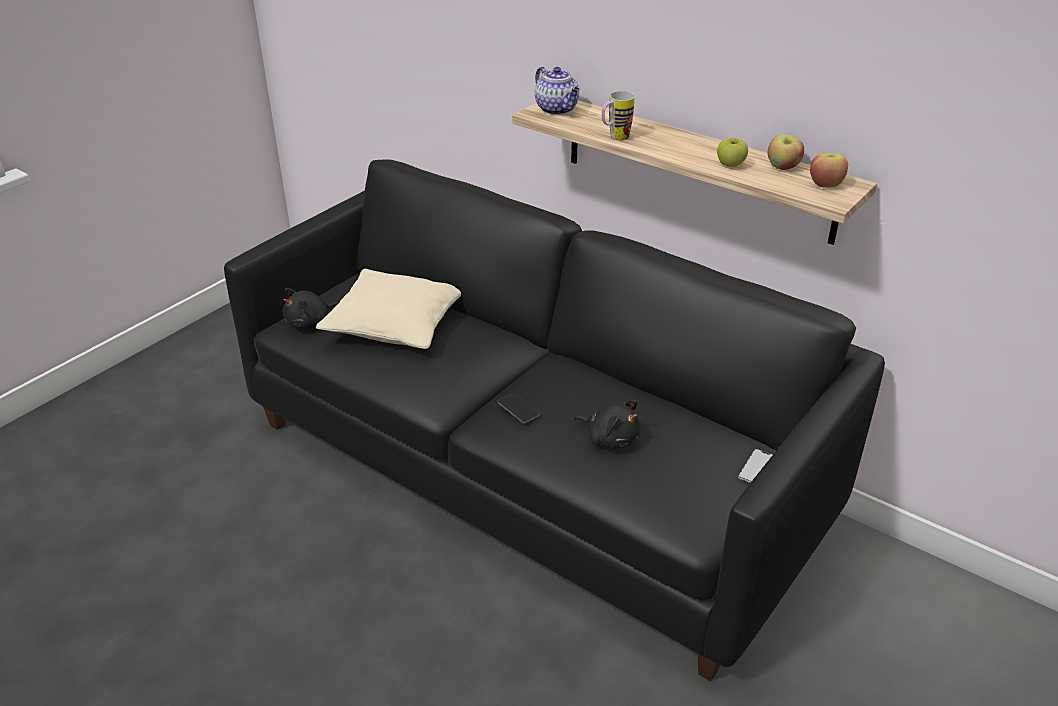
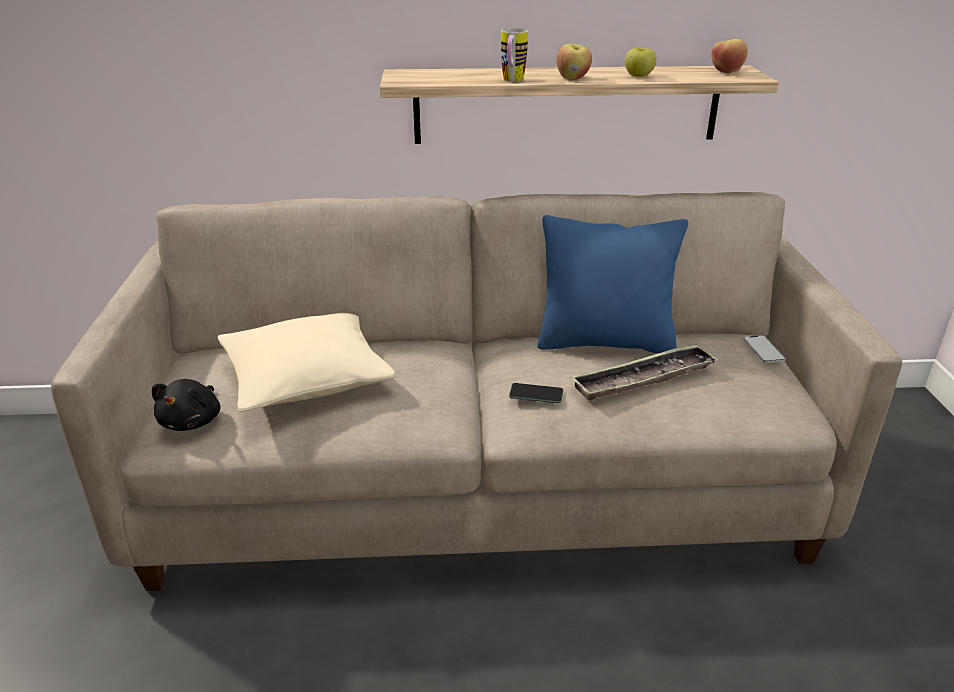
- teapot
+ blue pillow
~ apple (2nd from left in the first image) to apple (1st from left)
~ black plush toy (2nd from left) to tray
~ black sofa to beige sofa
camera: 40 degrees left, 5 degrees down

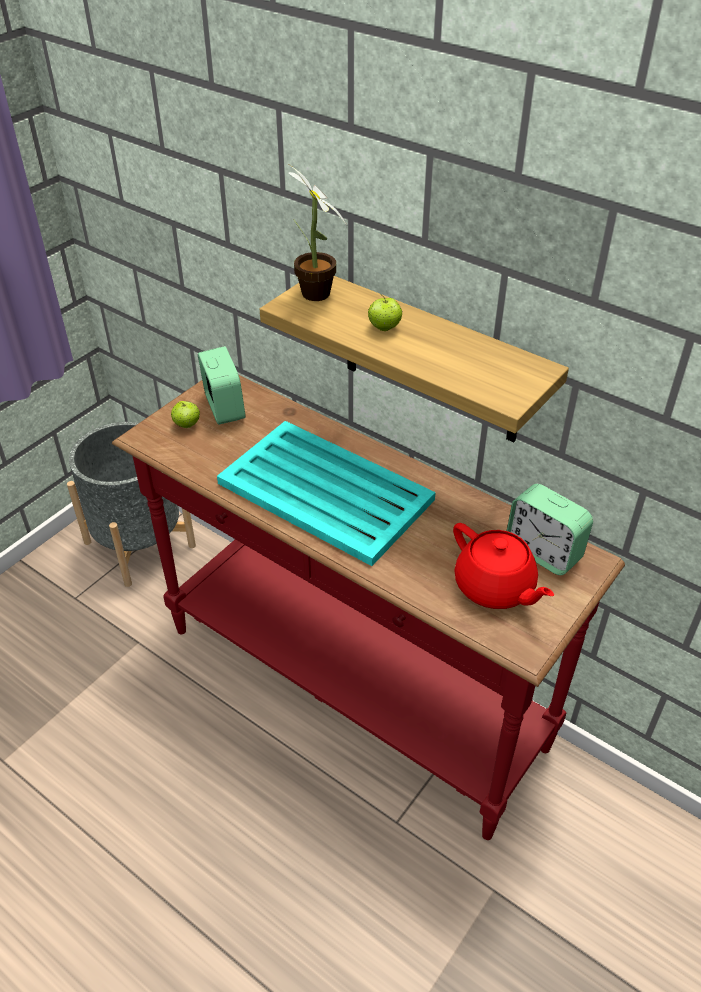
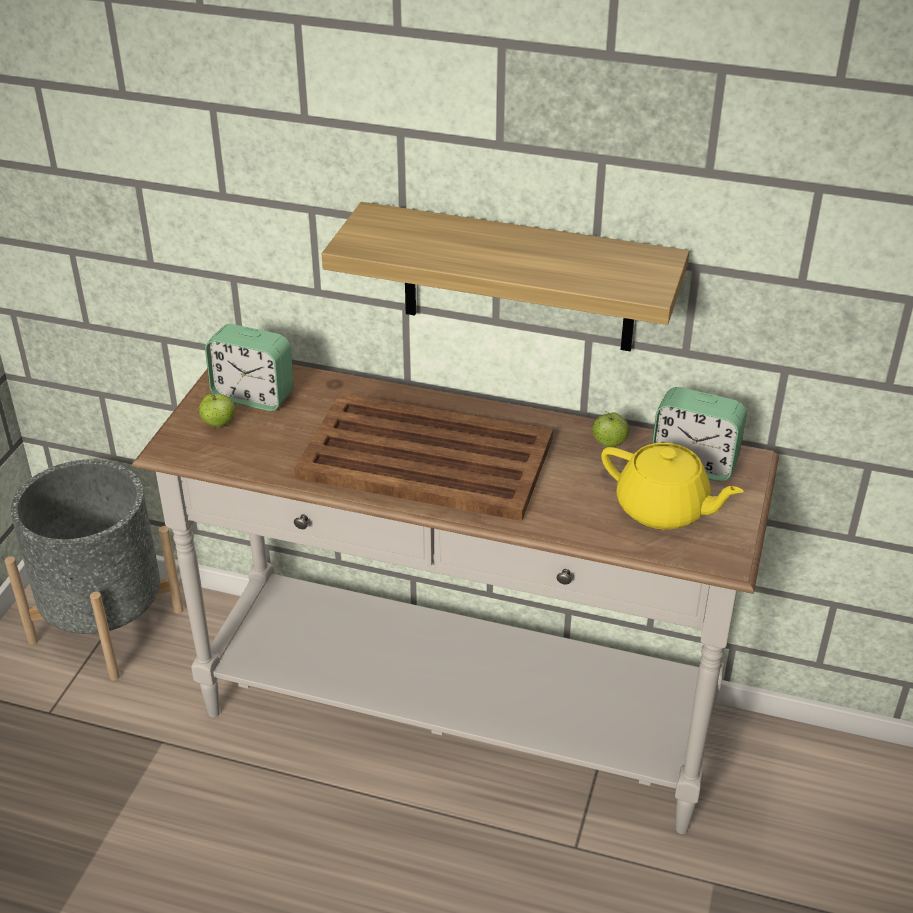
- potted plant
~ apple (2nd from left)
~ red console table to white console table
~ turquoise tray to brown tray
~ red teapot to yellow teapot
~ alarm clock (1st from left) 150 degrees clockwise
camera: 20 degrees left, 5 degrees down

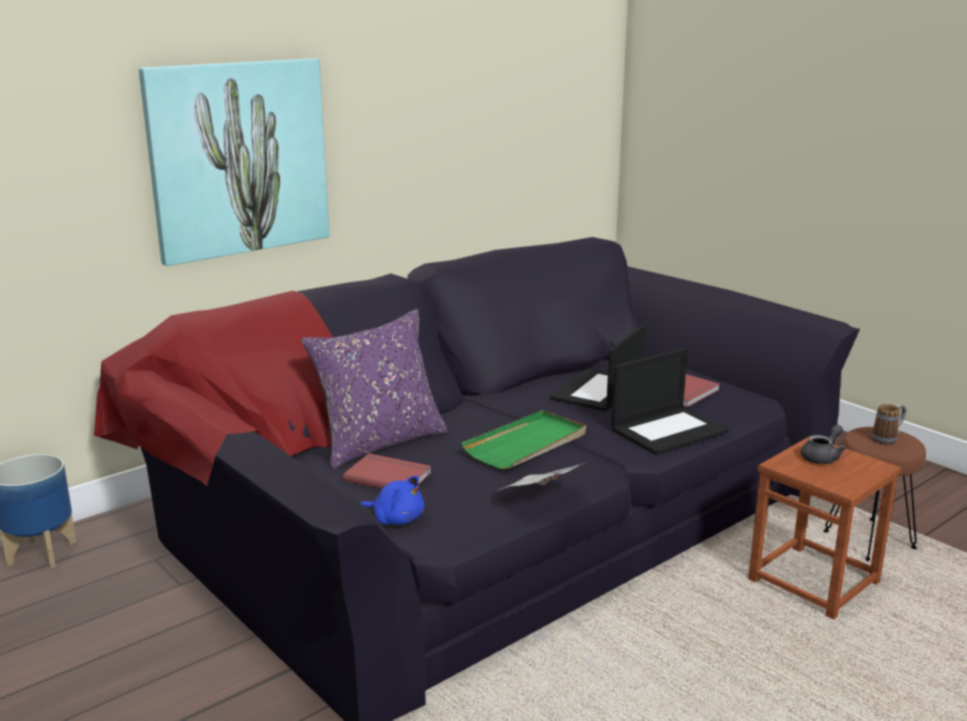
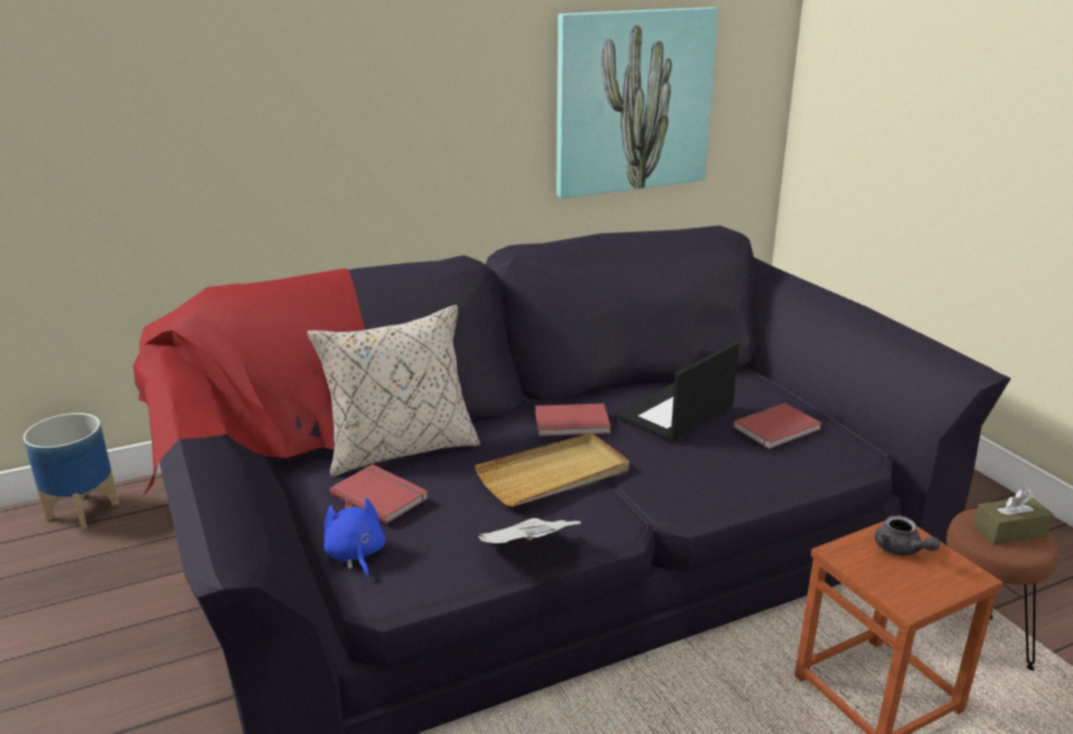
- laptop (2nd from left)
+ red book (2nd from left)
~ picture
~ mug to brown tissue box
~ purple pillow to beige pillow
~ green tray to beige tray
~ blue plush toy 150 degrees counterclockwise
~ grey teapot 90 degrees clockwise
camera: 15 degrees right, 5 degrees up

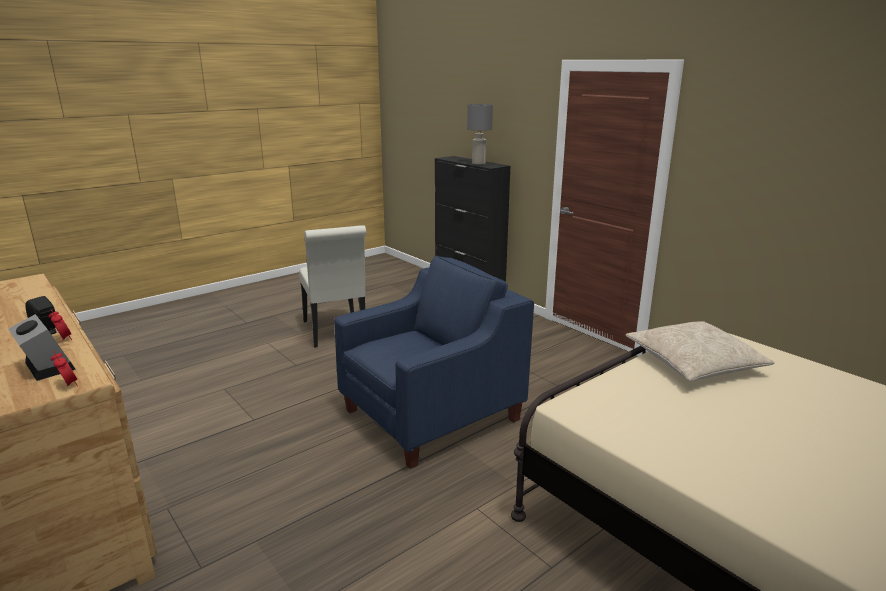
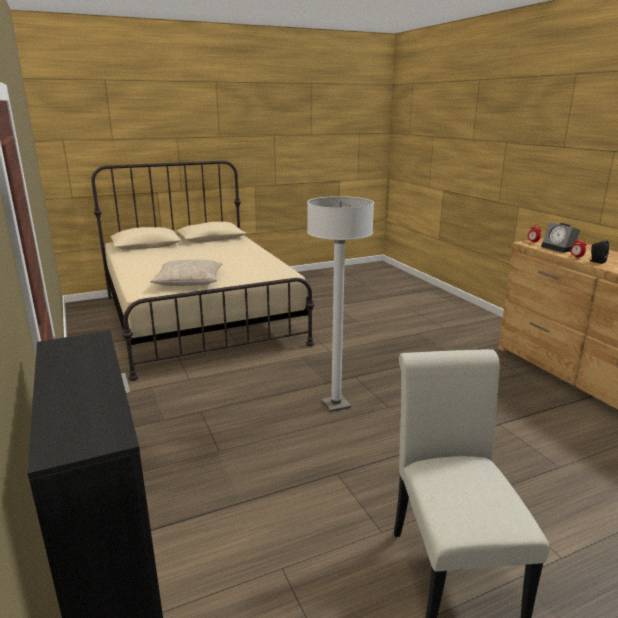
- grey table lamp
~ blue armchair to white floor lamp
camera: 165 degrees left, 0 degrees up

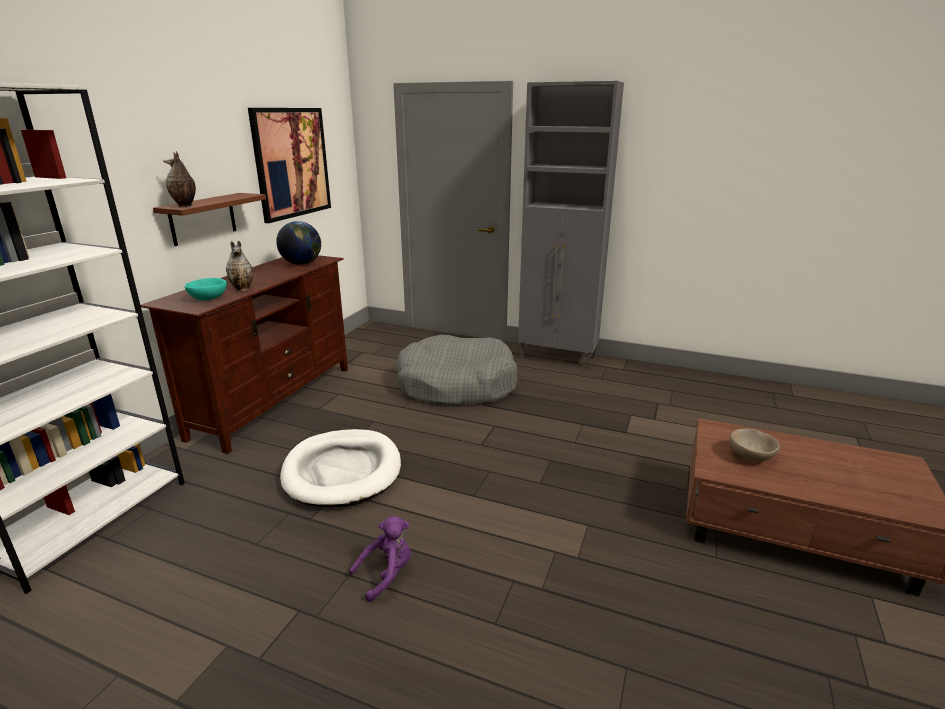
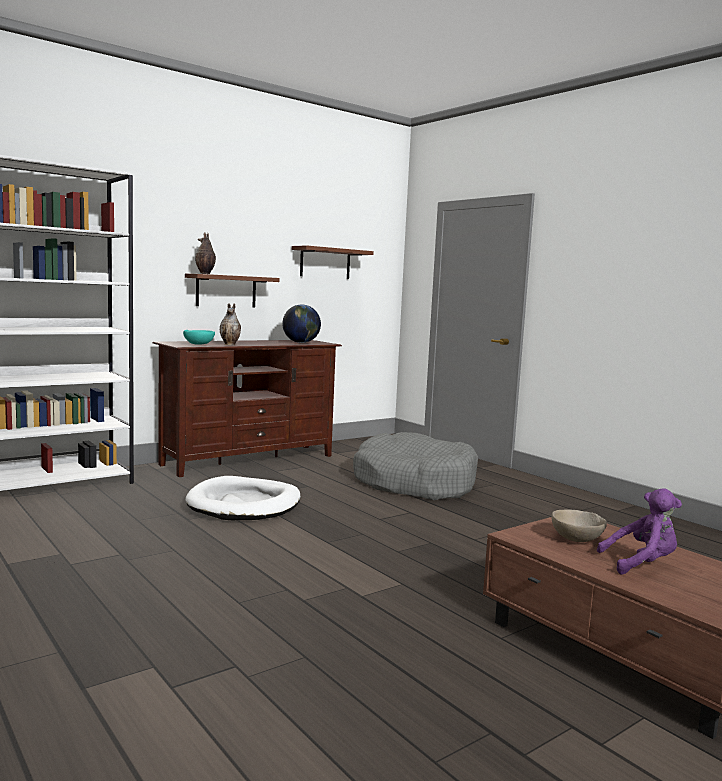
- grey cabinet
~ purple plush toy
~ picture to brown shelf (2nd from left)
camera: 30 degrees right, 15 degrees down

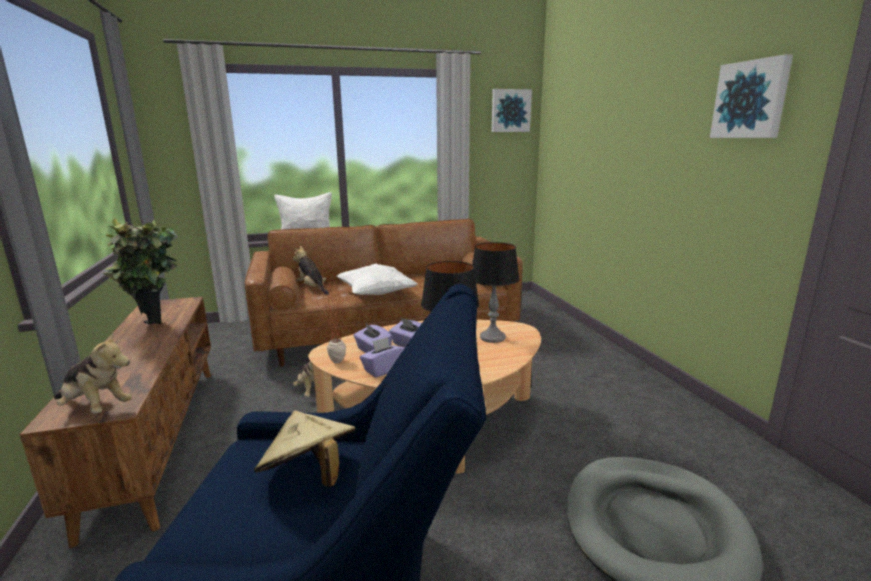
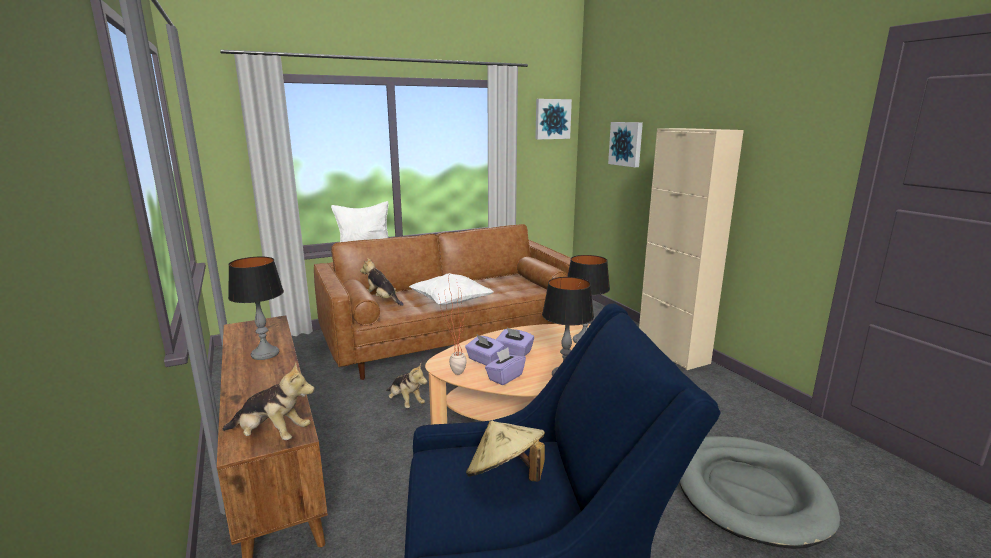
+ beige cabinet
~ picture (2nd from left)
~ potted plant (1st from left) to table lamp (1st from left)
camera: 10 degrees left, 0 degrees up

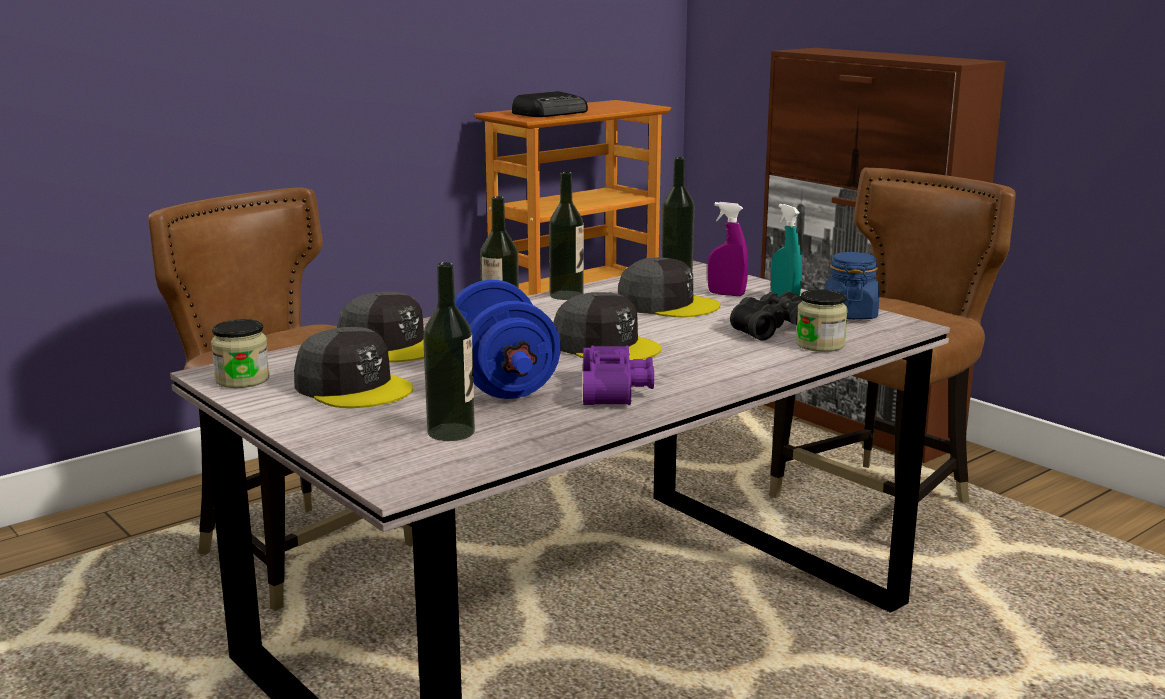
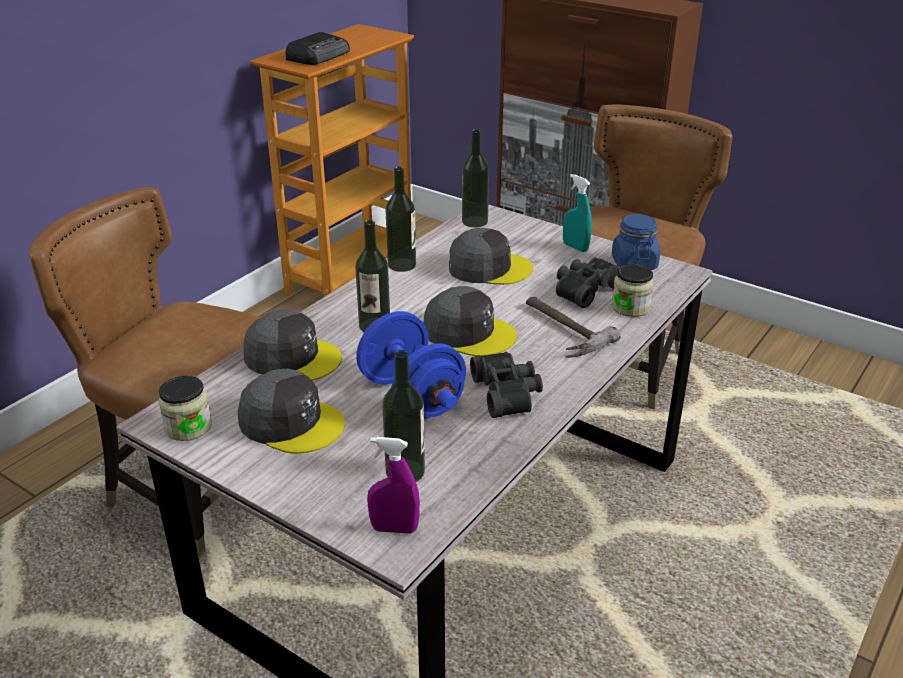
+ hammer
~ purple spray bottle
~ purple binoculars to black binoculars (1st from left)
camera: 15 degrees left, 15 degrees up

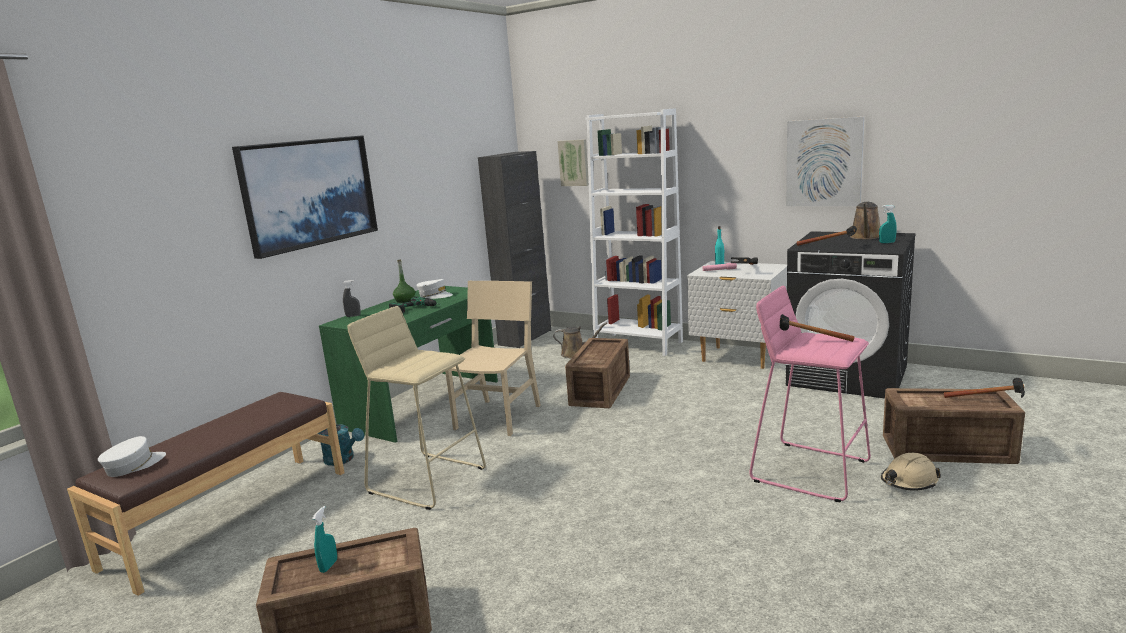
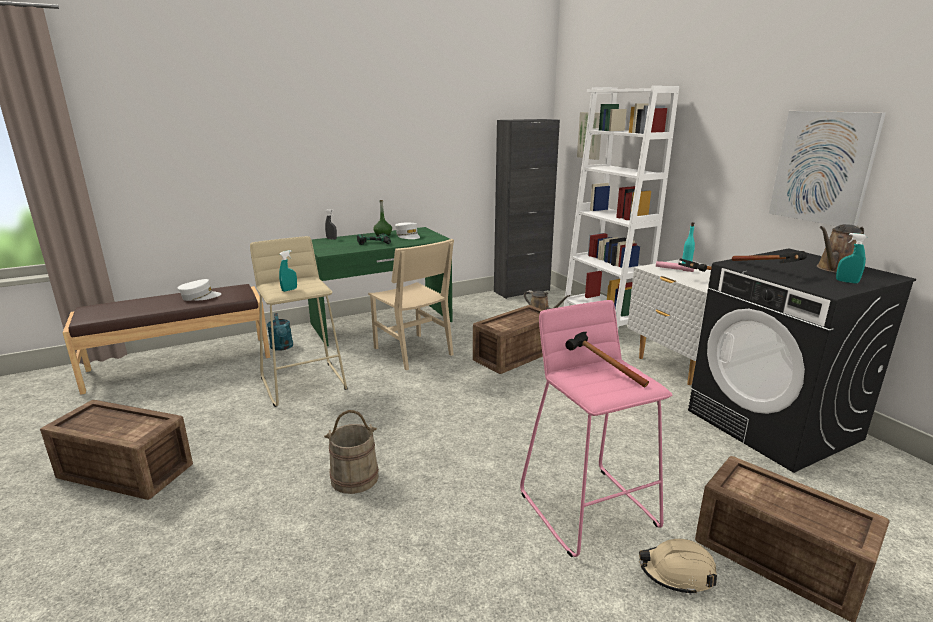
- picture (1st from left)
- hammer (4th from left)
+ beige bucket
~ white cap (1st from left)
~ turquoise spray bottle (1st from left)
~ beige chair 90 degrees clockwise
camera: 30 degrees right, 5 degrees up

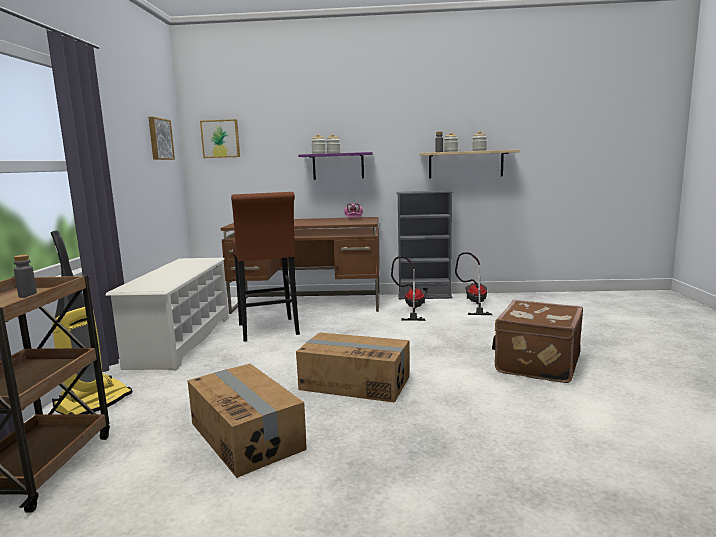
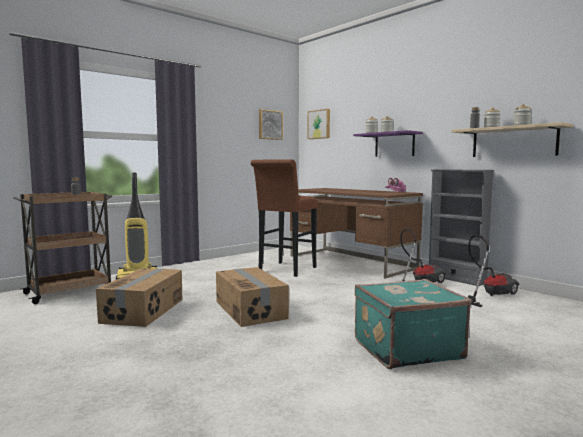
- white shoe rack
~ brown suitcase to turquoise suitcase
camera: 45 degrees right, 5 degrees down

